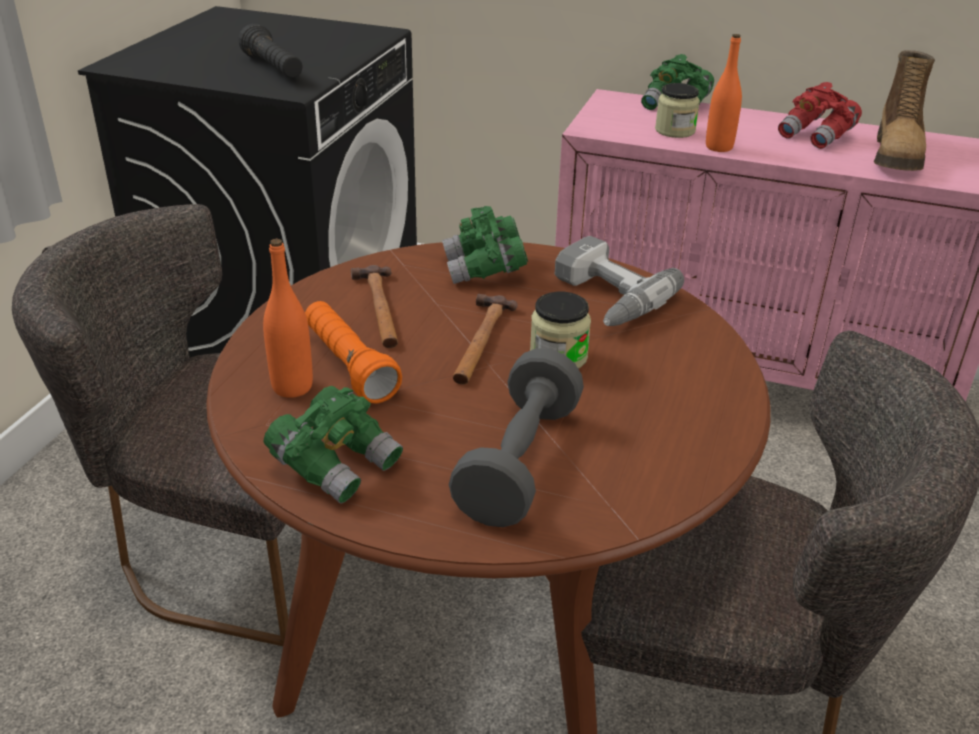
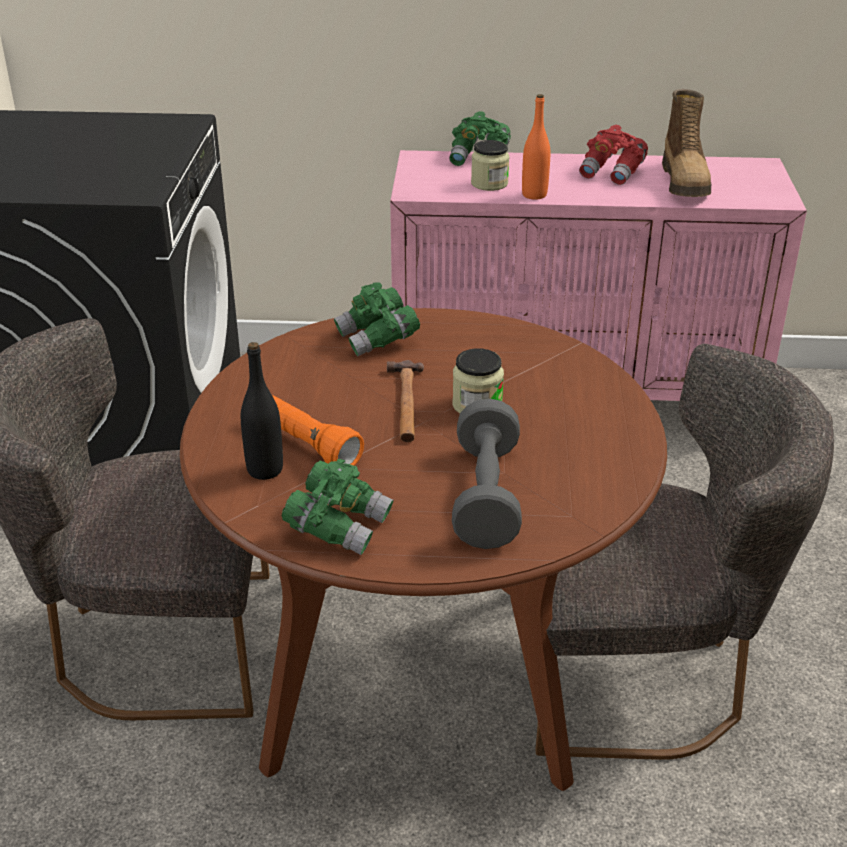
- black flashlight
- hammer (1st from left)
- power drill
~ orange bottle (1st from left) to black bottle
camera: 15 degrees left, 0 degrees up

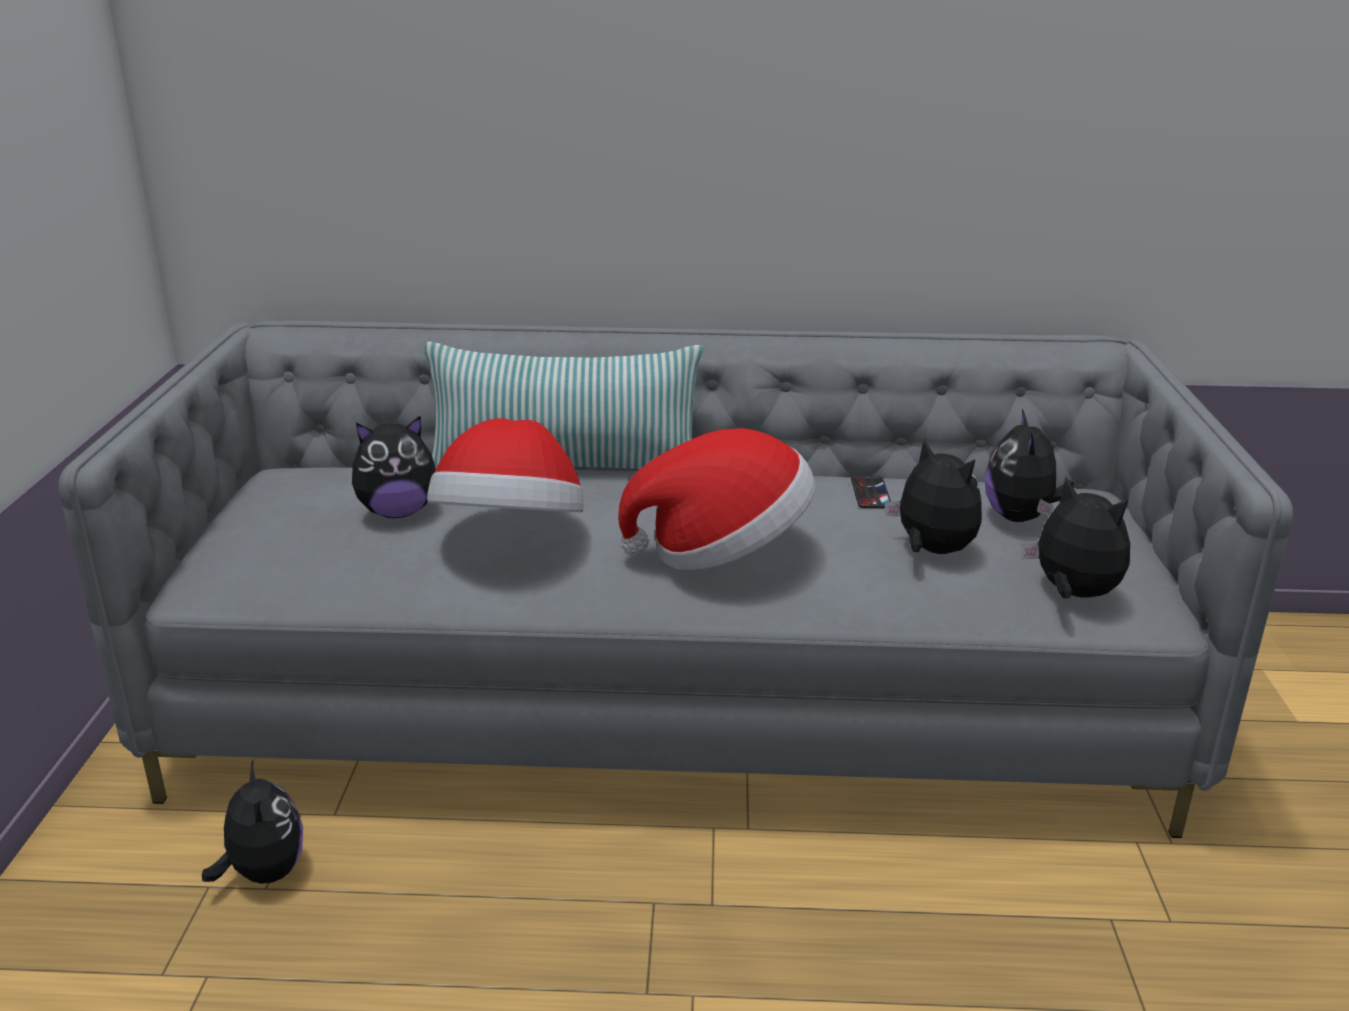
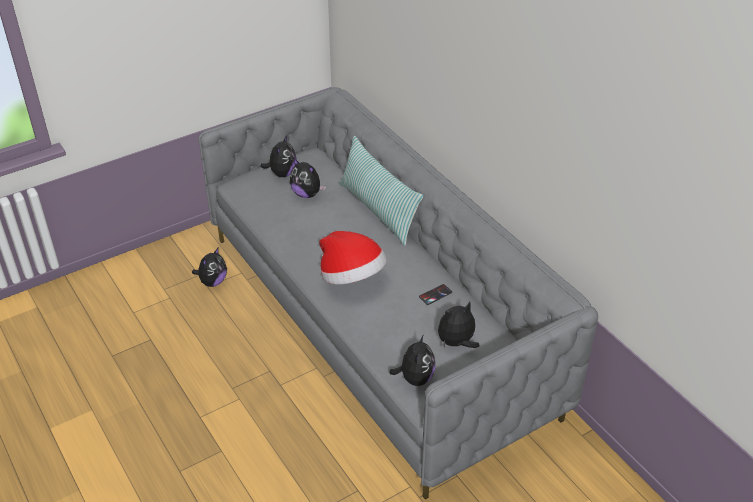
- hat (1st from left)
~ plush toy (3rd from left in the first image) to plush toy (2nd from left)
camera: 55 degrees right, 15 degrees up

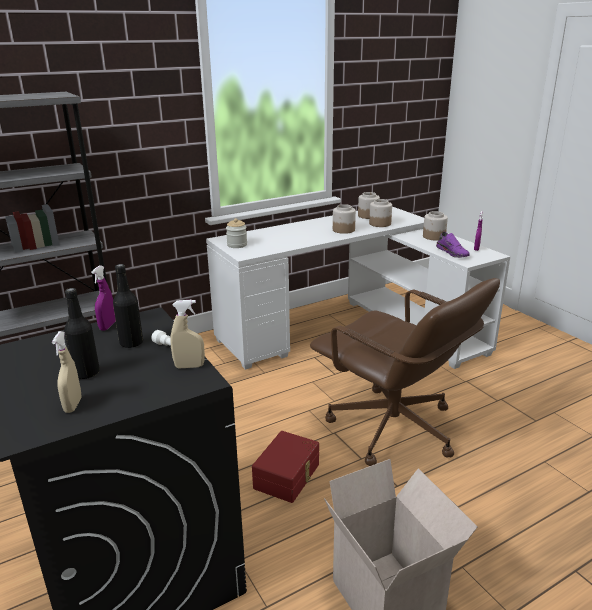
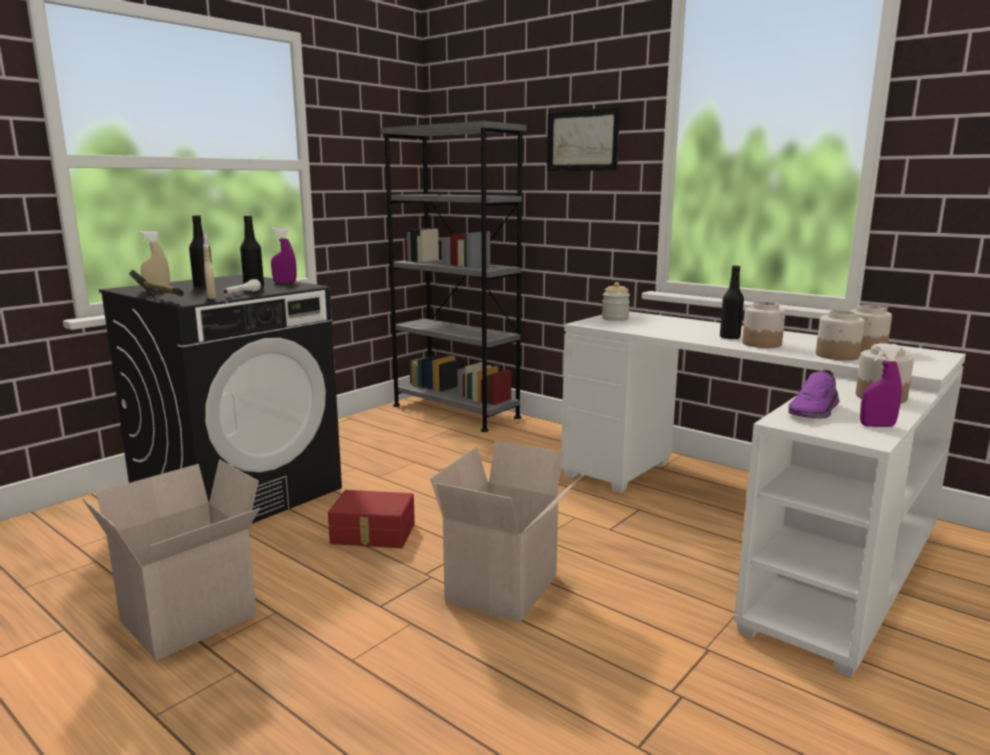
+ hammer
+ picture
+ black bottle (3rd from left)
~ brown office chair to cardboard box (2nd from left)
camera: 70 degrees right, 10 degrees down

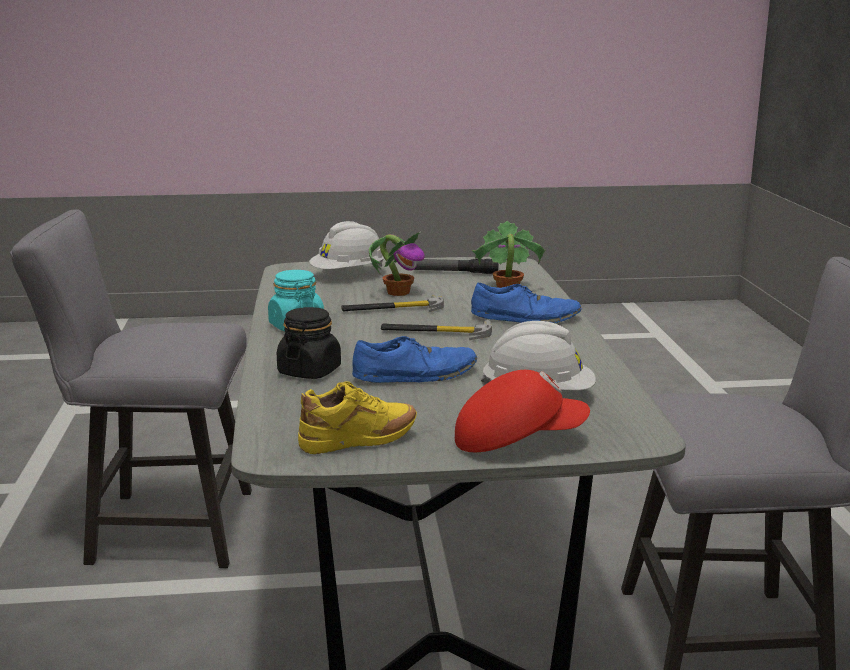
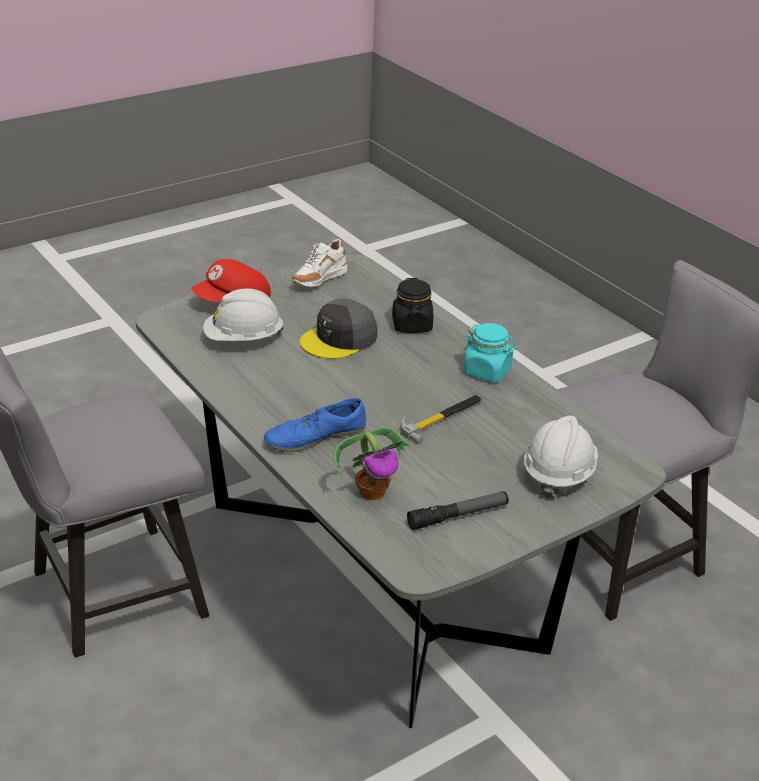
- potted plant (1st from left)
- hammer (2nd from left)
~ blue shoe (1st from left) to grey cap
~ yellow shoe to white shoe
camera: 150 degrees right, 15 degrees up

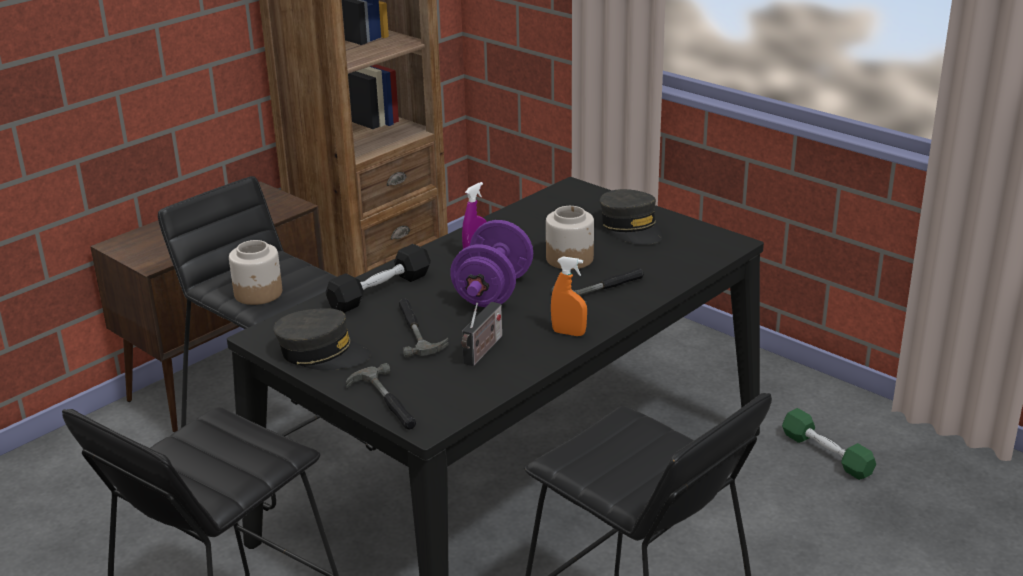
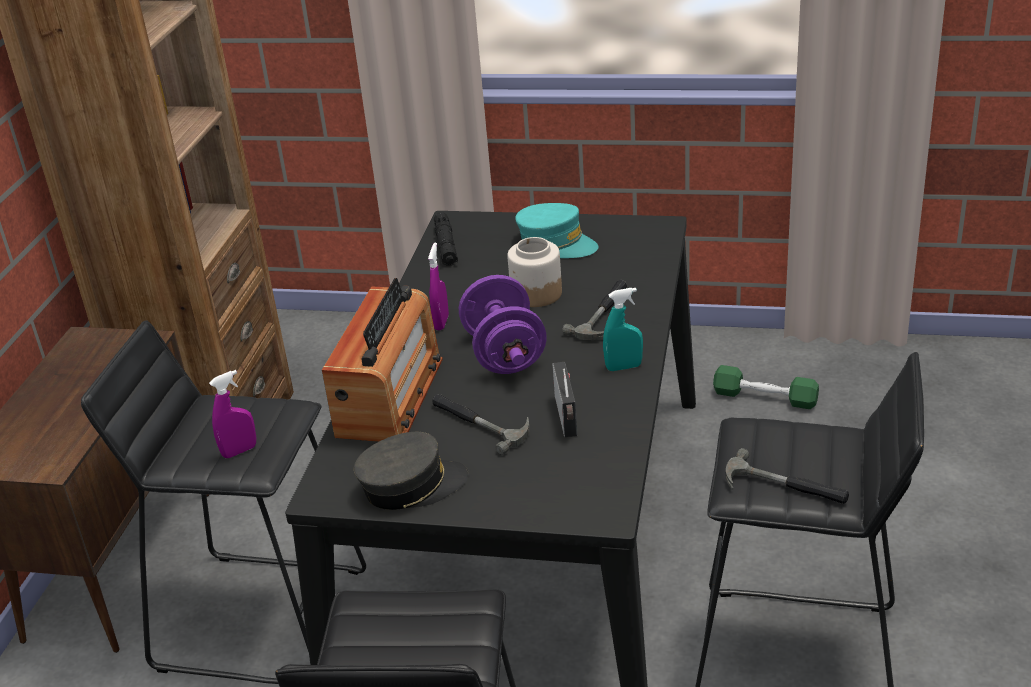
+ black flashlight
~ hammer (1st from left in the first image) to hammer (3rd from left)
~ jar (1st from left) to purple spray bottle (1st from left)
~ black dumbbell to radio (1st from left)
~ orange spray bottle to turquoise spray bottle
~ grey cap (2nd from left) to turquoise cap
camera: 30 degrees left, 5 degrees up

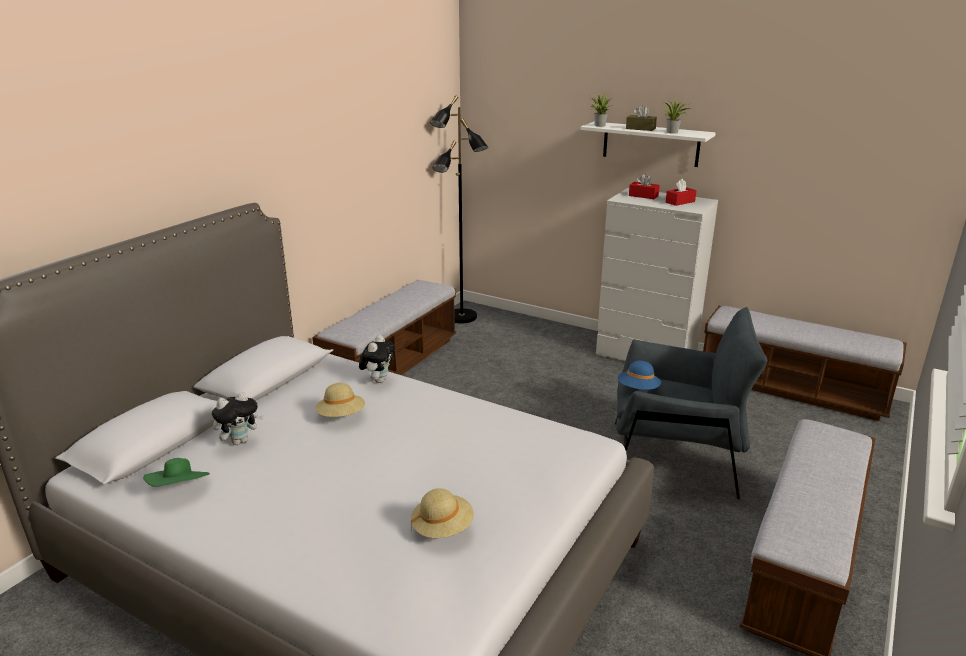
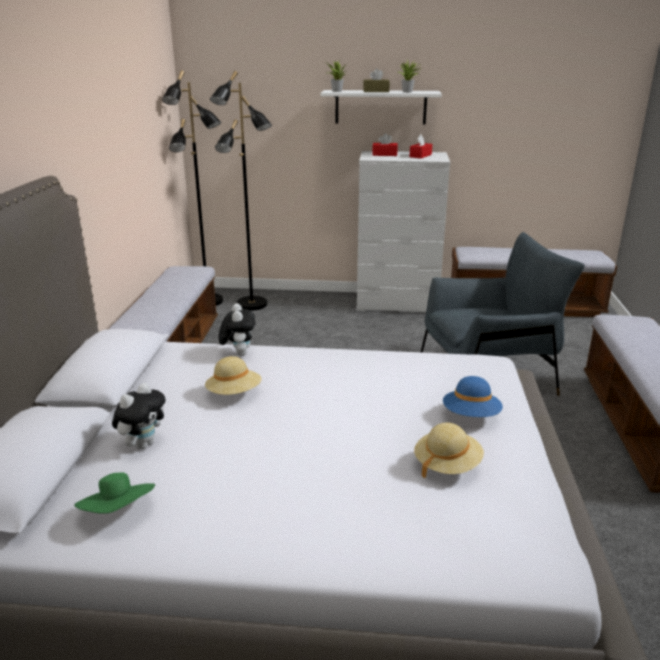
+ black floor lamp (2nd from left)
~ blue hat
camera: 25 degrees left, 0 degrees up

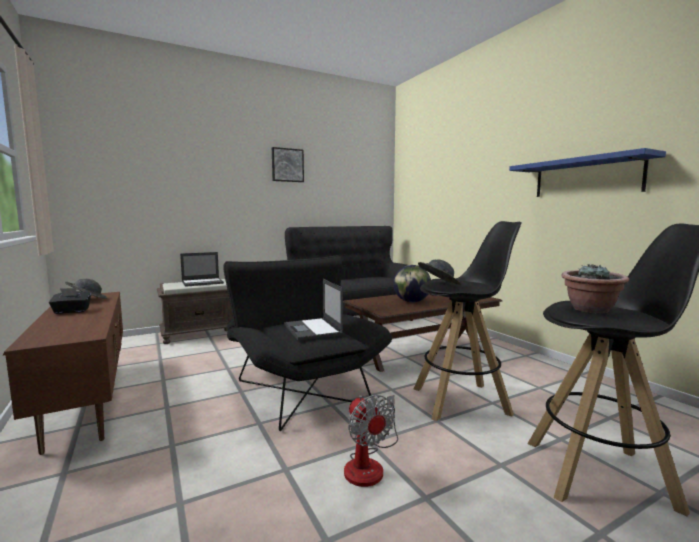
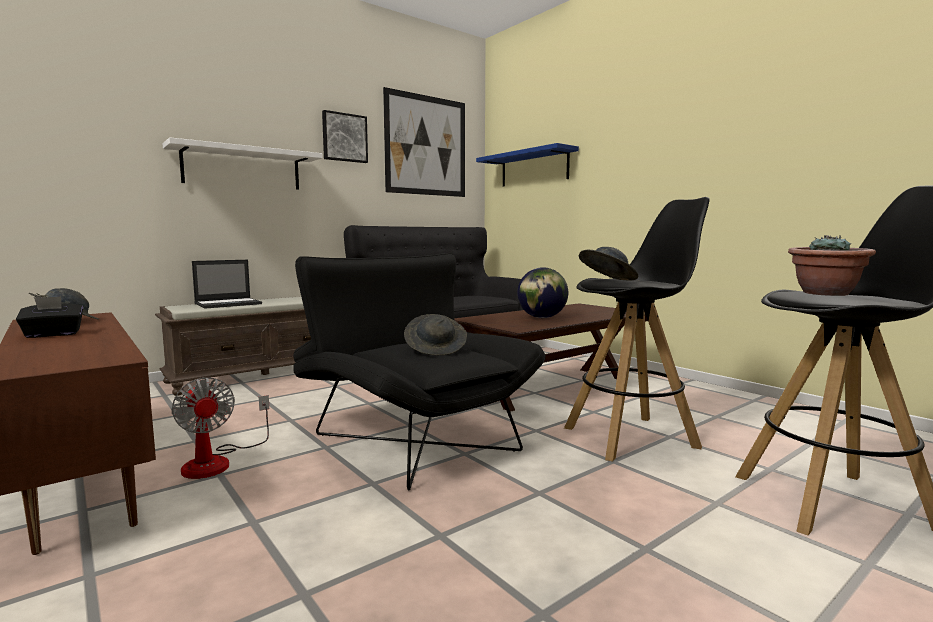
+ white shelf
+ picture (2nd from left)
~ fan
~ blue shelf
~ laptop (2nd from left) to grey hat (2nd from left)
camera: 10 degrees left, 0 degrees up

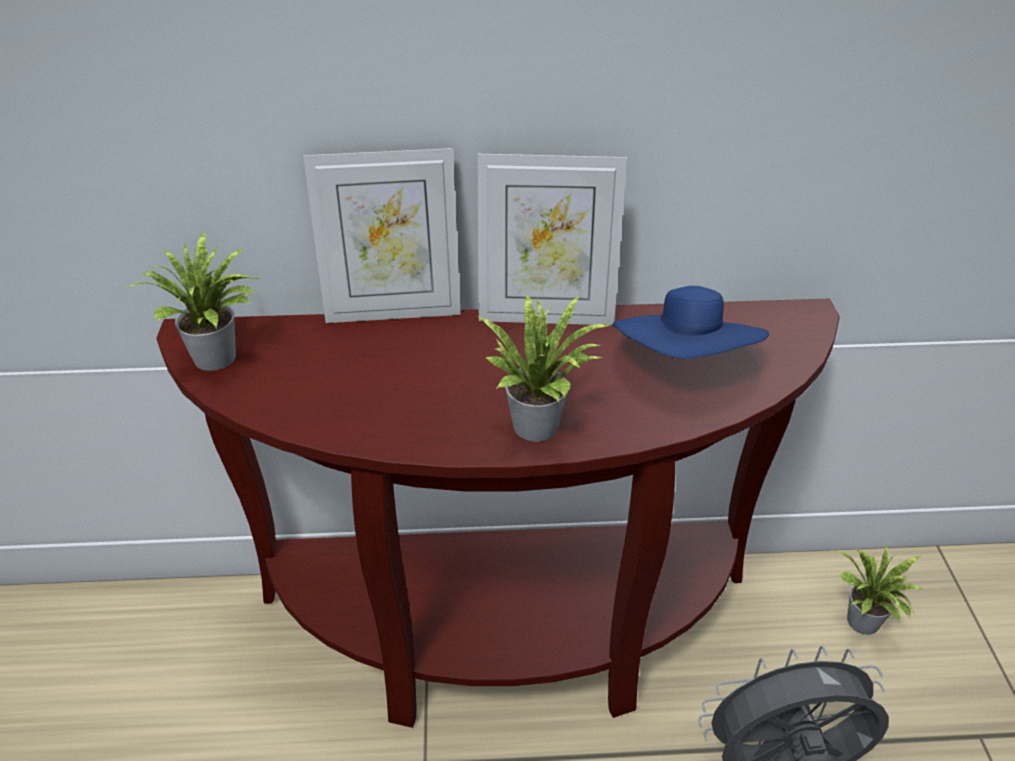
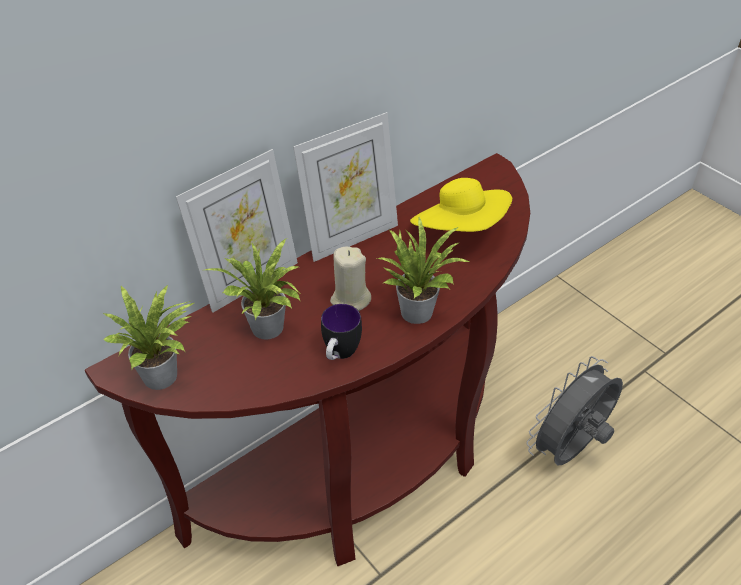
+ mug
+ beige candle
~ potted plant (3rd from left in the first image) to potted plant (2nd from left)
~ blue hat to yellow hat
camera: 35 degrees left, 5 degrees up

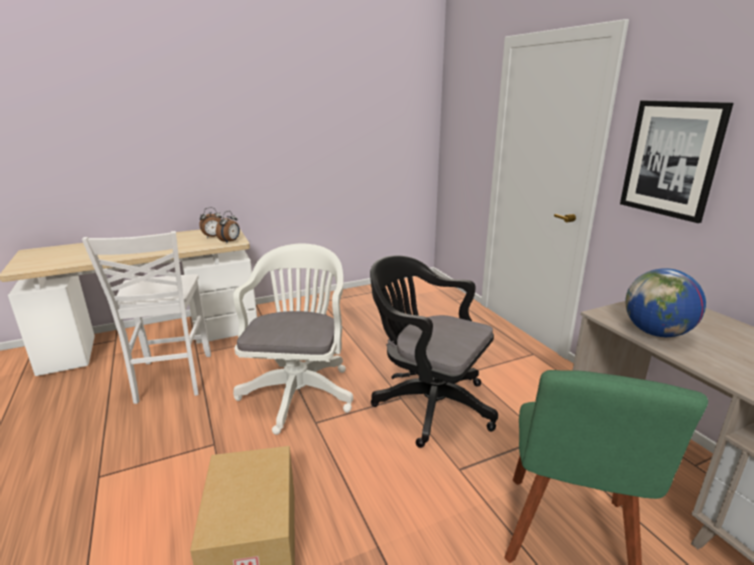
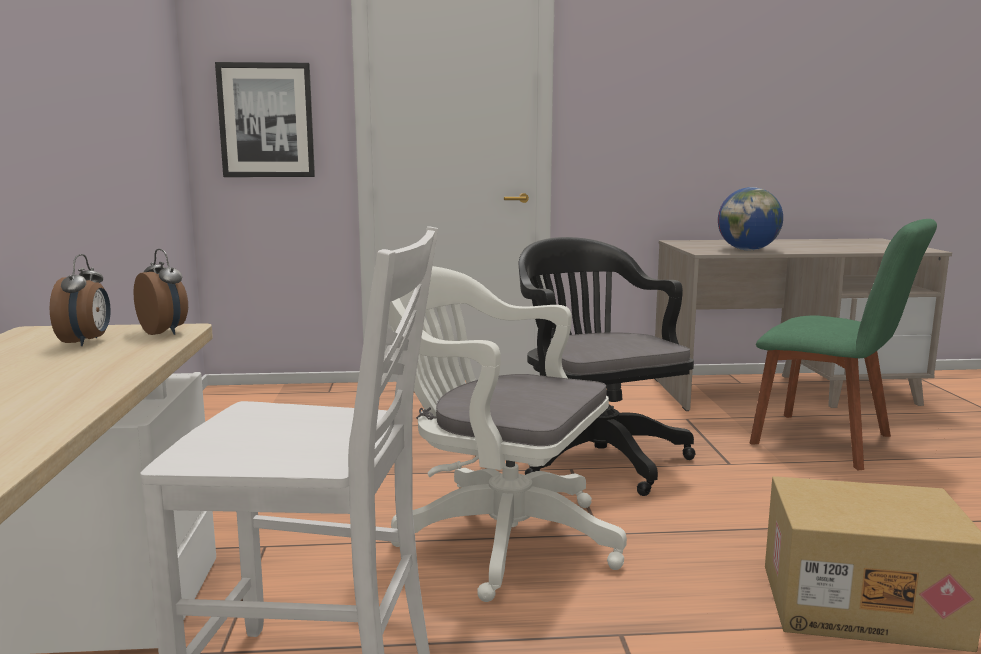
~ picture
~ black office chair 105 degrees clockwise
camera: 70 degrees left, 10 degrees down

